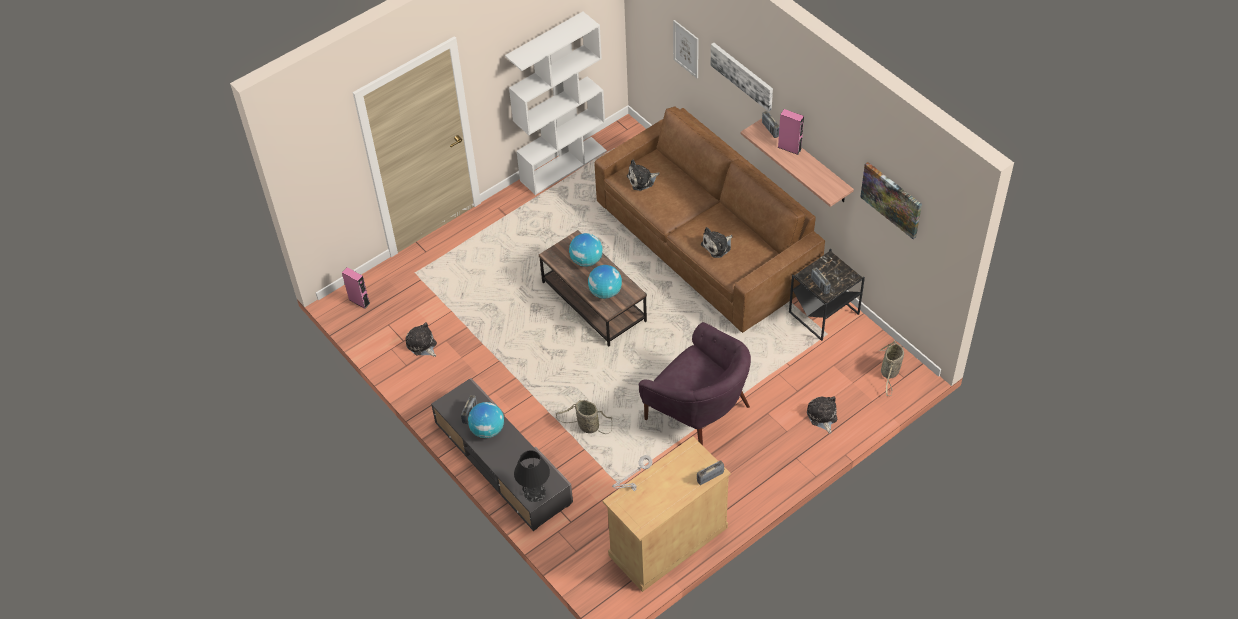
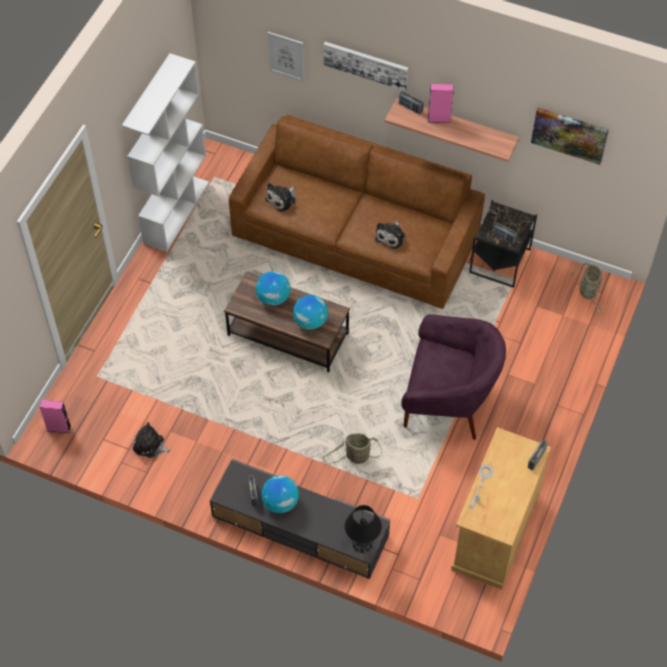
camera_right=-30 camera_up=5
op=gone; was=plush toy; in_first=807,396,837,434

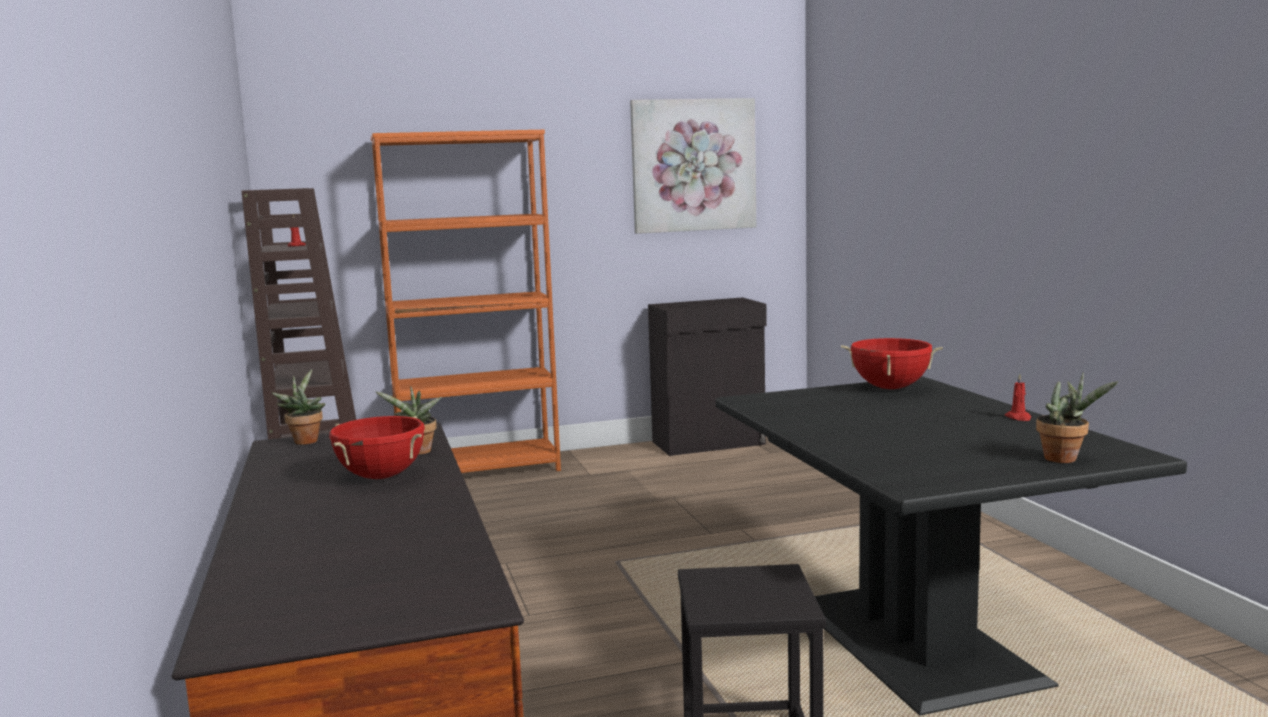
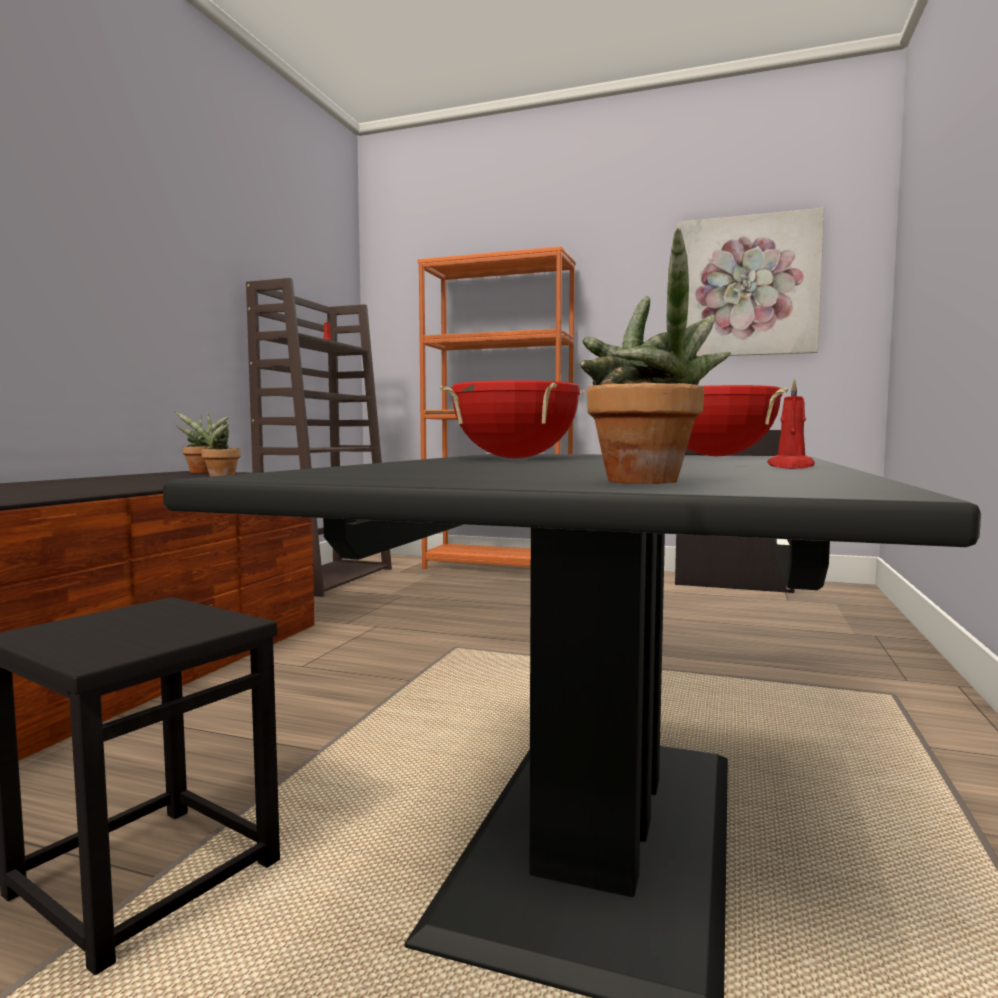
camera_right=35 camera_up=-5
op=shifted; was=cooking pot (red); in_first=329,416,425,479; in_second=440,380,584,458

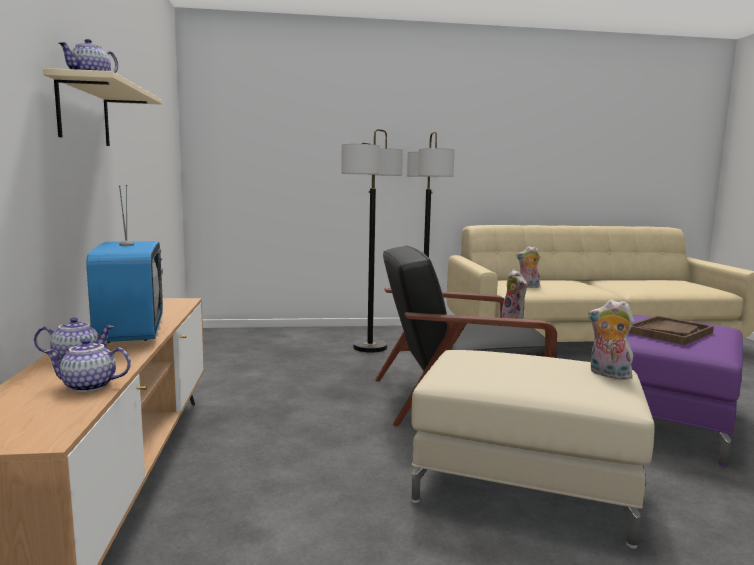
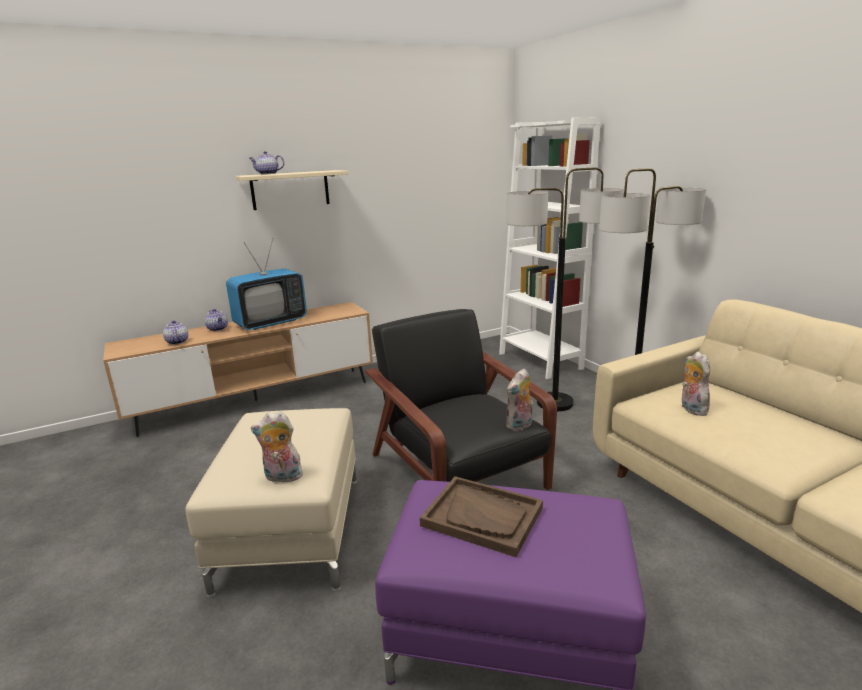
camera_right=70 camera_up=10
op=rotated; was=plush toy; in_first=588,299,634,380; in_second=251,411,303,482; clockwise=-105
op=new; now=bookcase (white); in_second=499,117,601,379

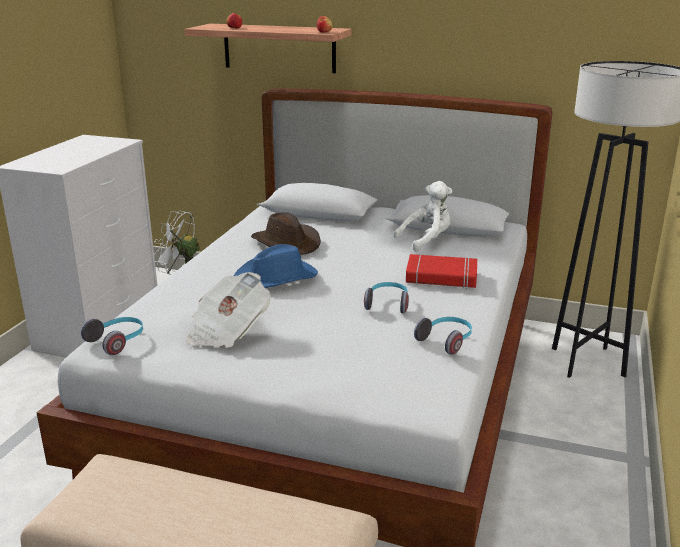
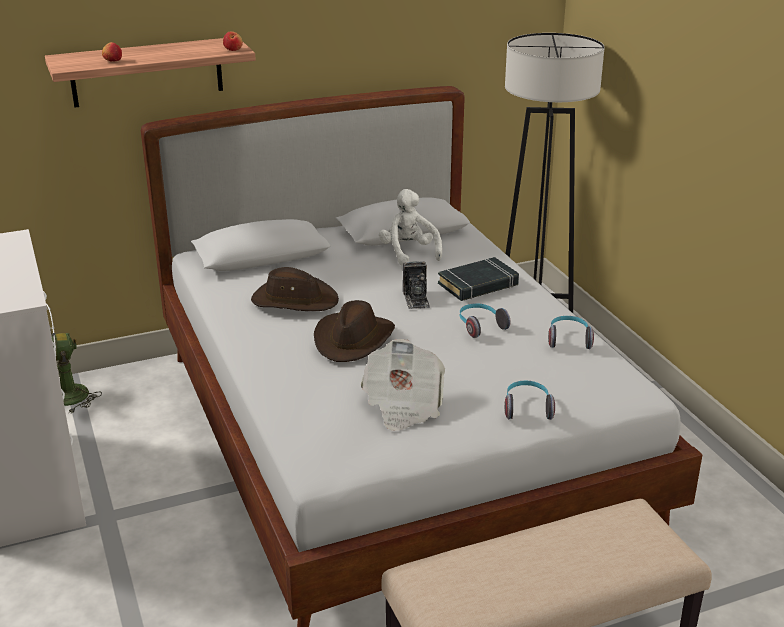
camera_right=-40 camera_up=5
op=shifted; was=headphones; in_first=81,317,143,355; in_second=504,381,555,420
op=repainted; was=hat (blue); now=hat (brown); in_first=234,244,318,288; in_second=314,300,395,362
op=rotated; was=plush toy (white); in_first=394,181,452,252; in_second=379,189,442,266; clockwise=-45
op=repainted; was=book (red); now=book (black); in_first=406,254,477,288; in_second=438,257,519,301
op=new; now=photo camera; in_second=403,261,430,309

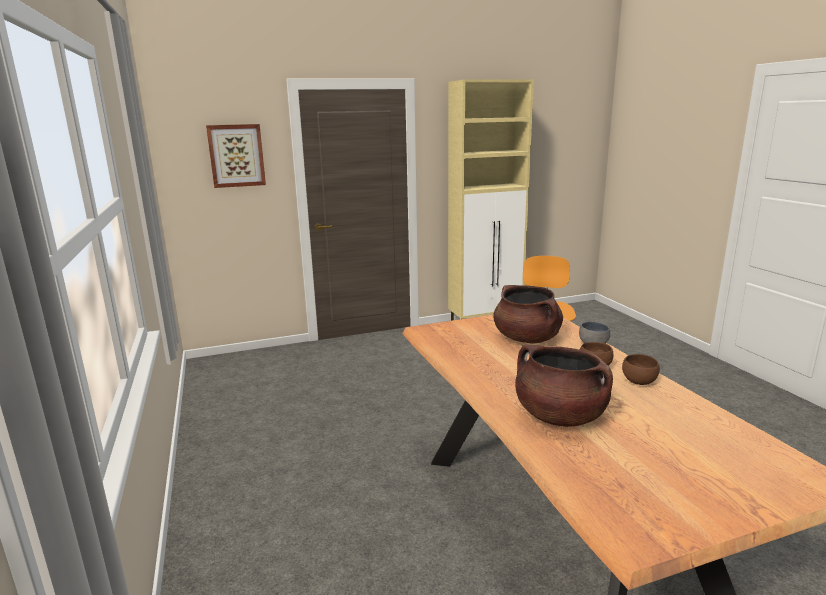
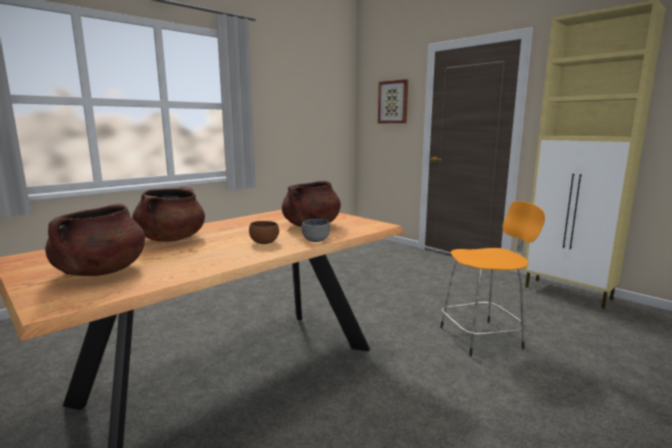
camera_right=65 camera_up=-5
op=gone; was=bowl (brown); in_first=622,354,660,385
op=new; now=cooking pot (brown); in_second=45,203,145,276

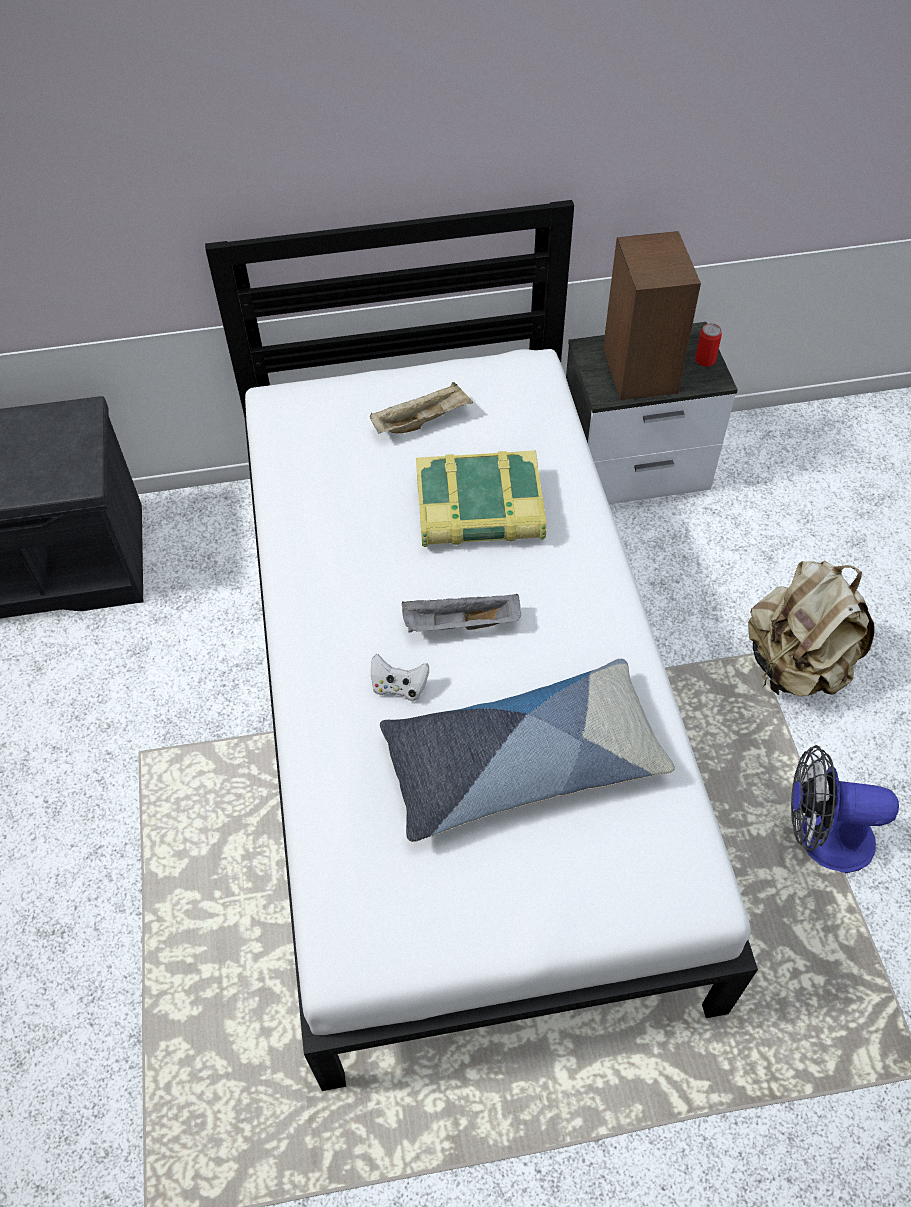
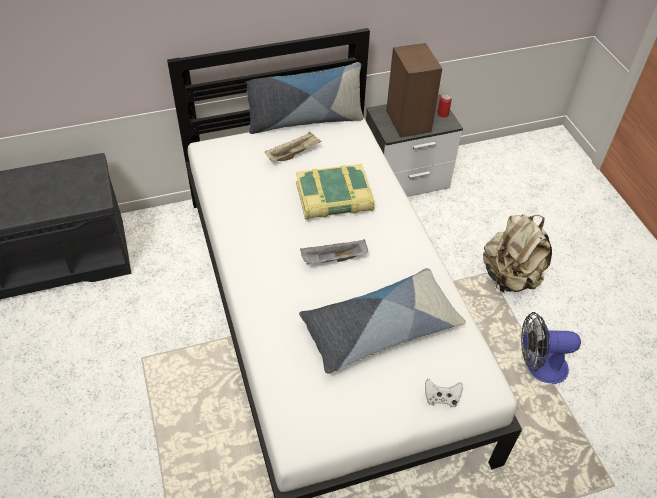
camera_right=-10 camera_up=-5
op=shifted; was=game controller (white); in_first=371,654,429,701; in_second=425,379,463,407
op=new; now=pillow; in_second=245,62,363,134

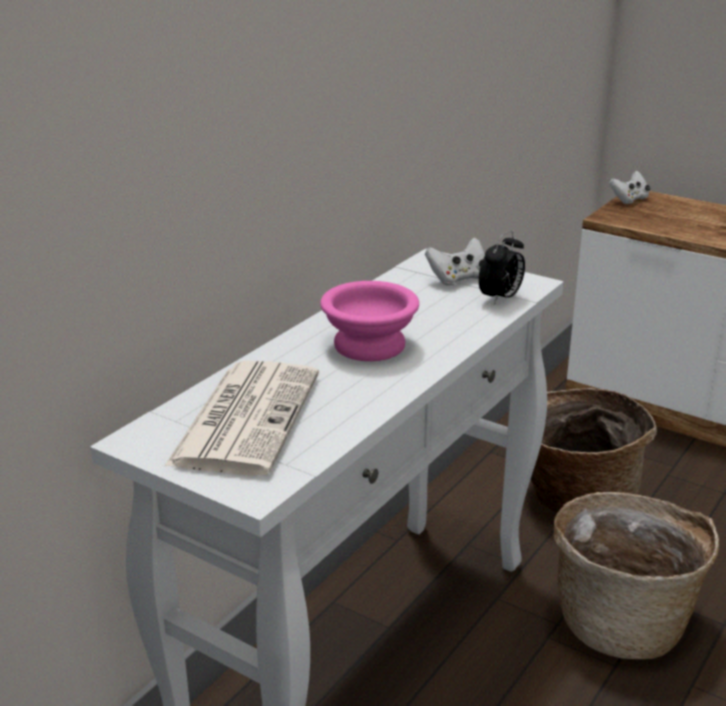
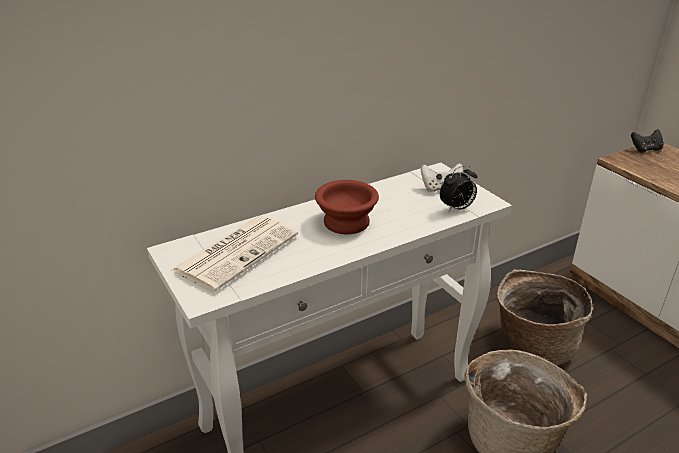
camera_right=25 camera_up=5
op=repainted; was=bowl (pink); now=bowl (brown); in_first=320,281,419,361; in_second=315,180,379,234
op=repainted; was=game controller (white); now=game controller (black); in_first=609,171,650,204; in_second=631,129,664,153

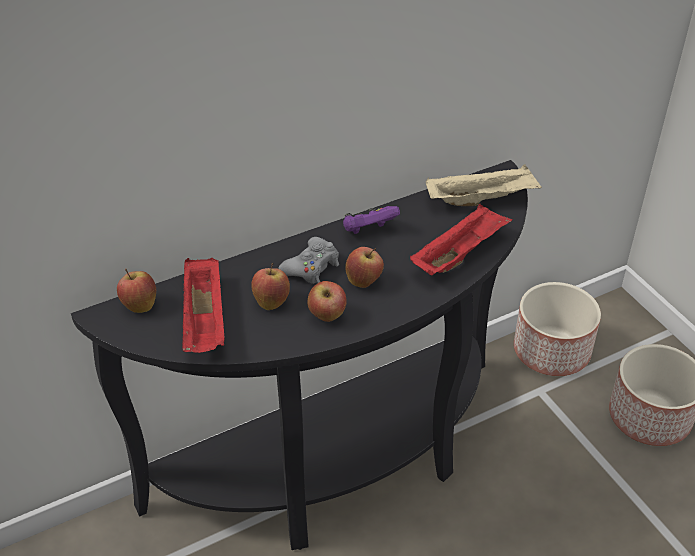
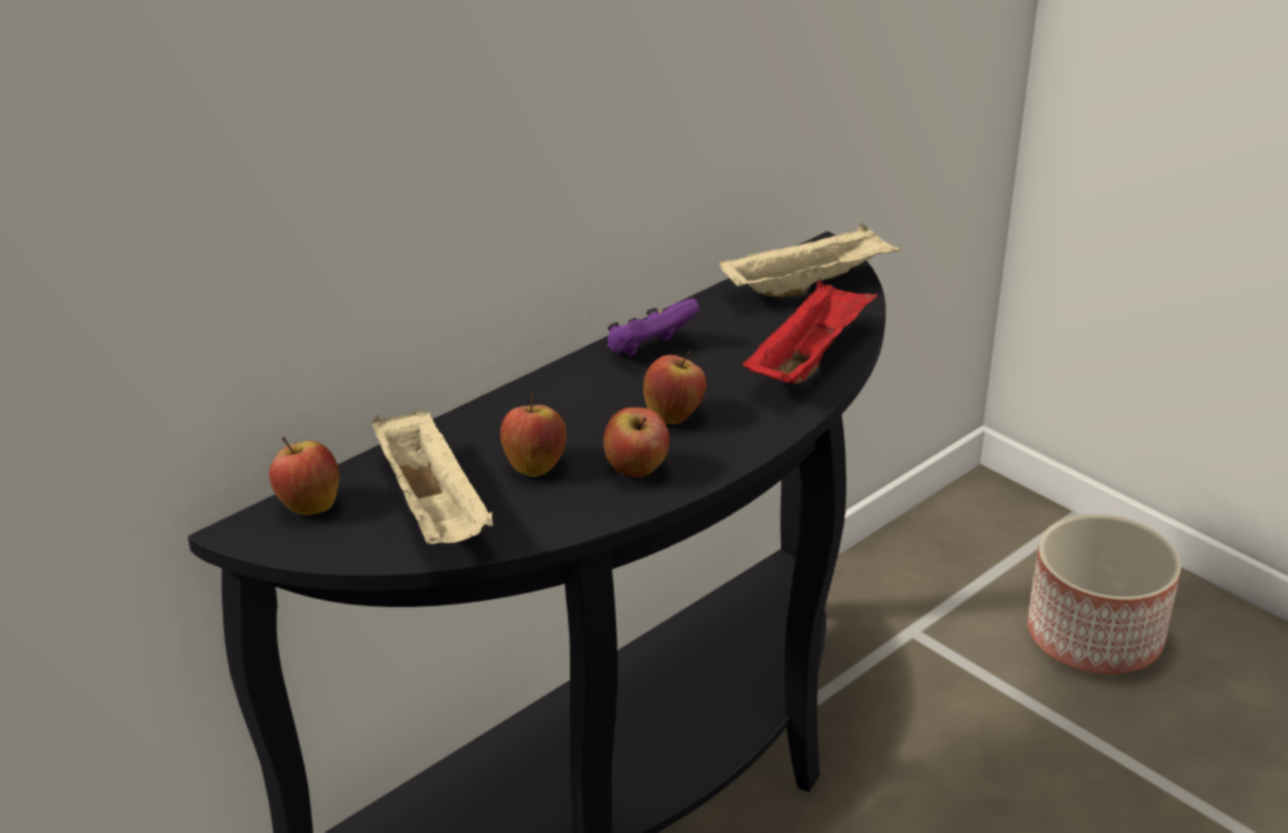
camera_right=-15 camera_up=-10
op=repainted; was=tray (red); now=tray (beige); in_first=182,258,225,353; in_second=372,410,493,544
op=gone; was=game controller (grey); in_first=278,237,339,284
op=gone; was=planter; in_first=514,282,601,376

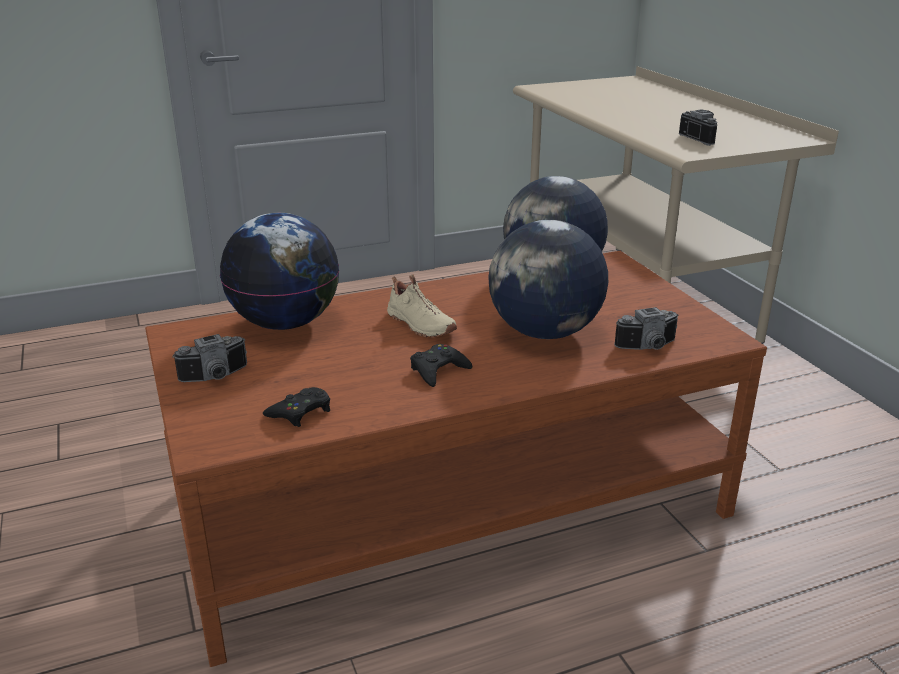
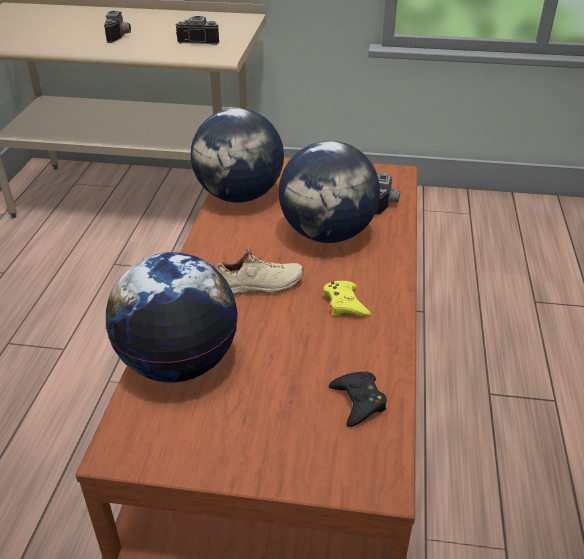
camera_right=-60 camera_up=10
op=shifted; was=photo camera; in_first=172,334,247,382; in_second=104,11,131,43
op=repainted; was=game controller (black); now=game controller (yellow); in_first=410,344,472,387; in_second=323,281,371,316

